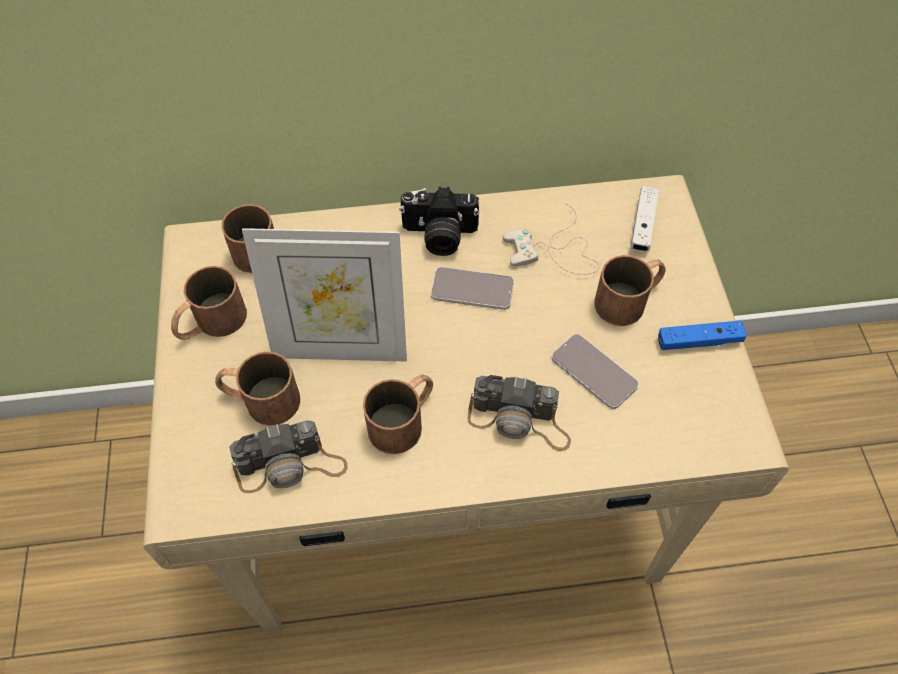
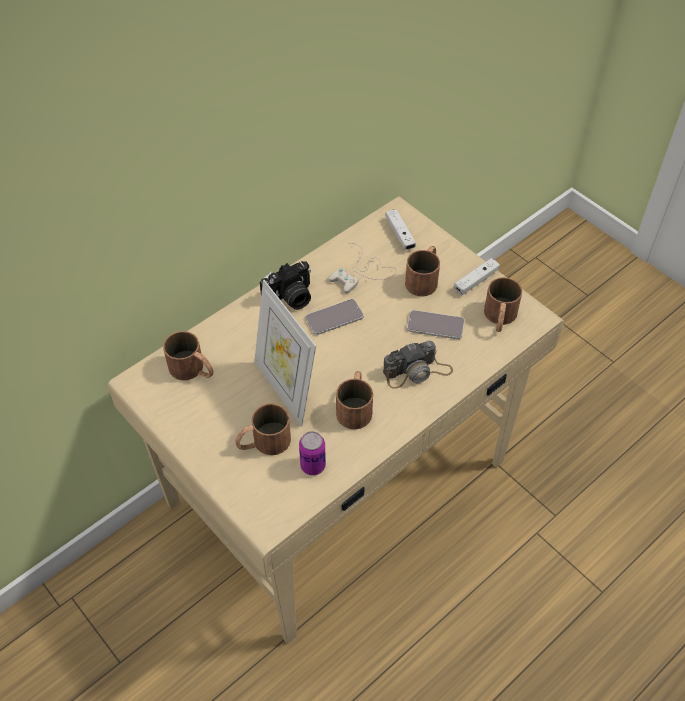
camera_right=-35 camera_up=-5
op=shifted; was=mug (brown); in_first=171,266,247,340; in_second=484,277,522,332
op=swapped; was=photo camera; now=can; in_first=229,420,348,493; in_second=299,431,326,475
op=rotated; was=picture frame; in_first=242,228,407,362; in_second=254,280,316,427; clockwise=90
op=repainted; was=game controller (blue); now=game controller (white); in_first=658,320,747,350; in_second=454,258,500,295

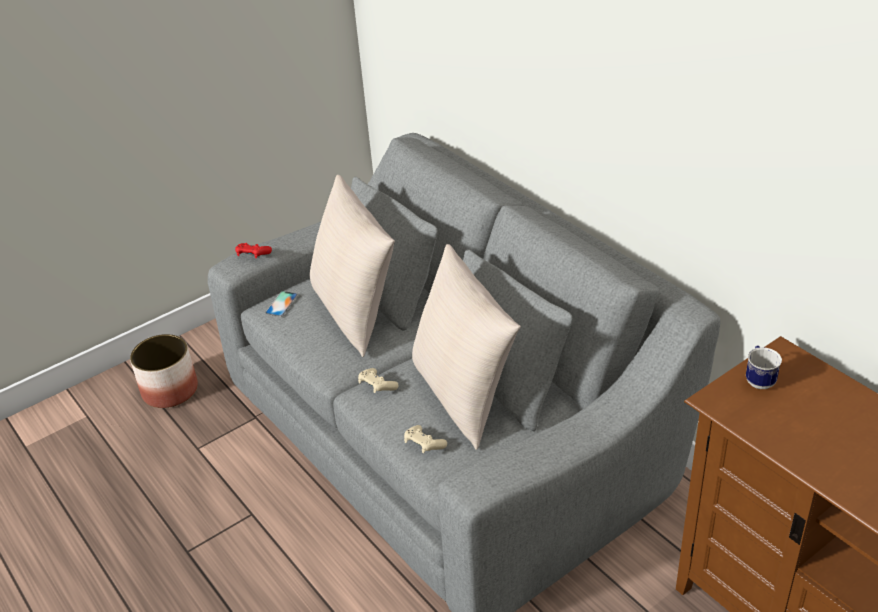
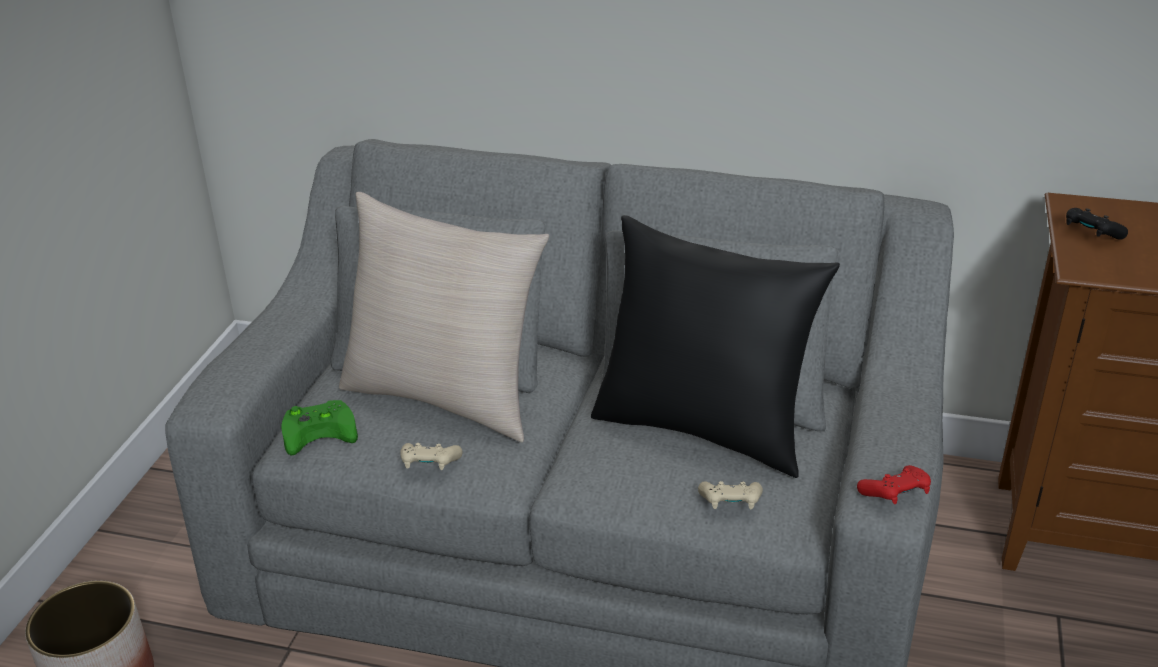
camera_right=-40 camera_up=-5
op=shifted; was=game controller (red); in_first=235,243,272,258; in_second=857,465,931,504
op=swapped; was=phone; now=game controller (green); in_first=265,291,298,317; in_second=281,400,358,456
op=shifted; was=game controller (beige); in_first=358,368,399,393; in_second=400,443,462,470
op=repainted; was=pillow (beige); now=pillow (black); in_first=412,244,521,450; in_second=591,215,840,478
op=swapped; was=mug; now=game controller (black); in_first=746,346,782,389; in_second=1066,208,1128,240

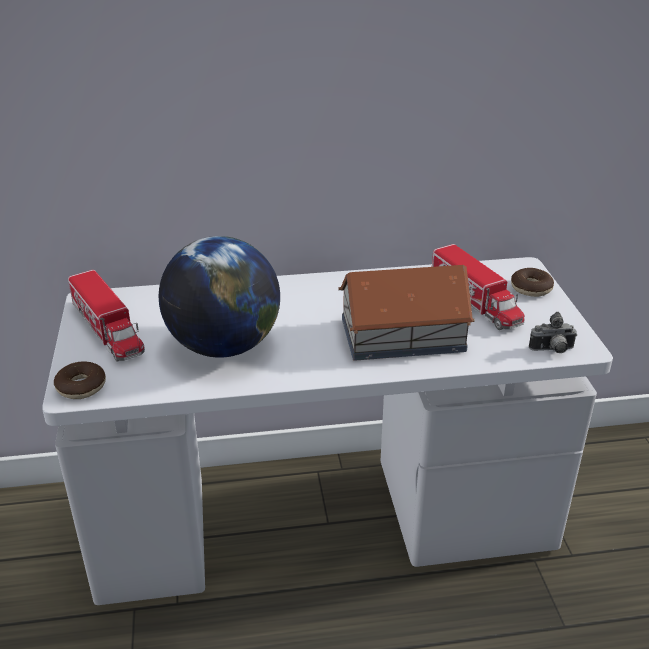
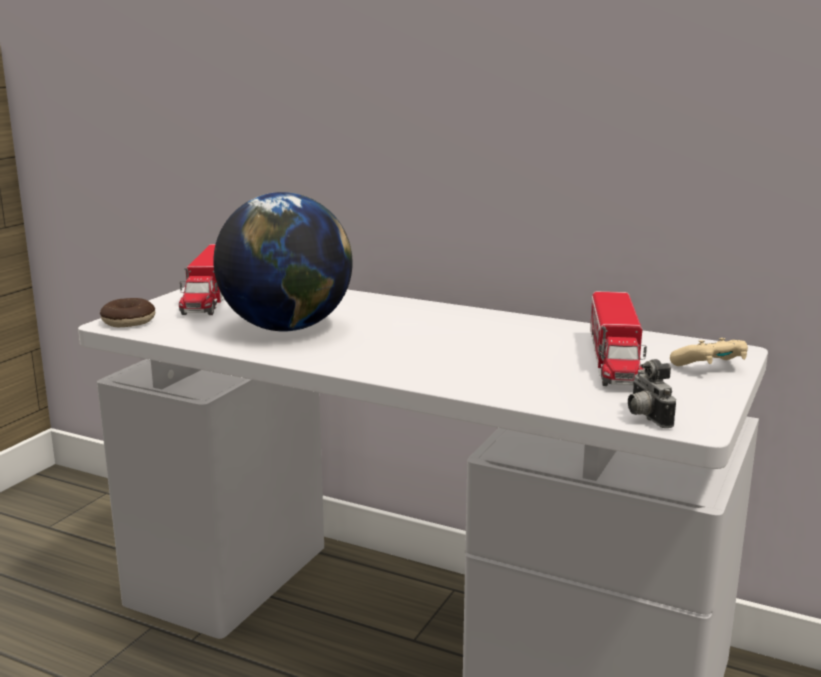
camera_right=35 camera_up=-15
op=gone; was=toy house; in_first=338,265,474,361
op=swapped; was=donut; now=game controller (beige); in_first=511,268,554,297; in_second=670,338,748,366
op=rotated; was=photo camera; in_first=529,312,577,353; in_second=628,359,676,428; clockwise=45

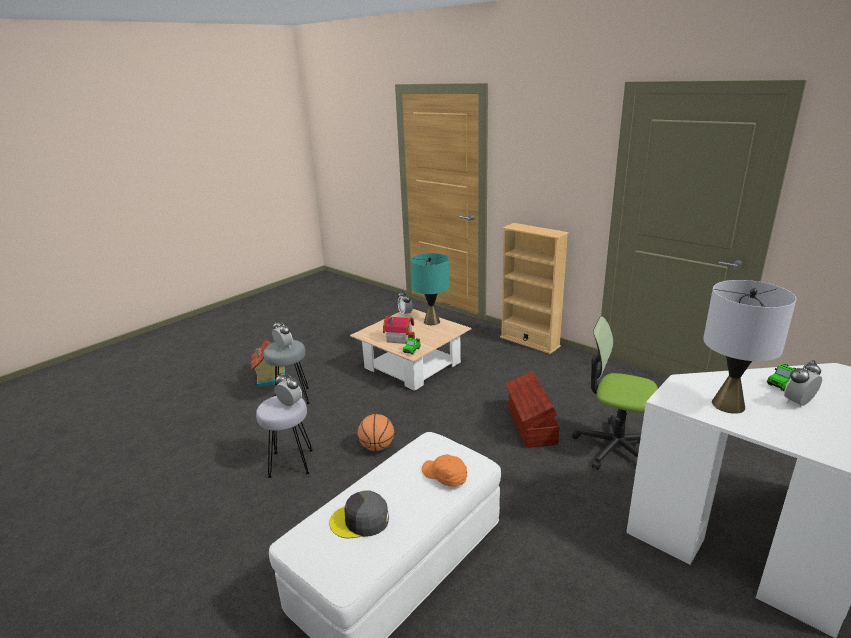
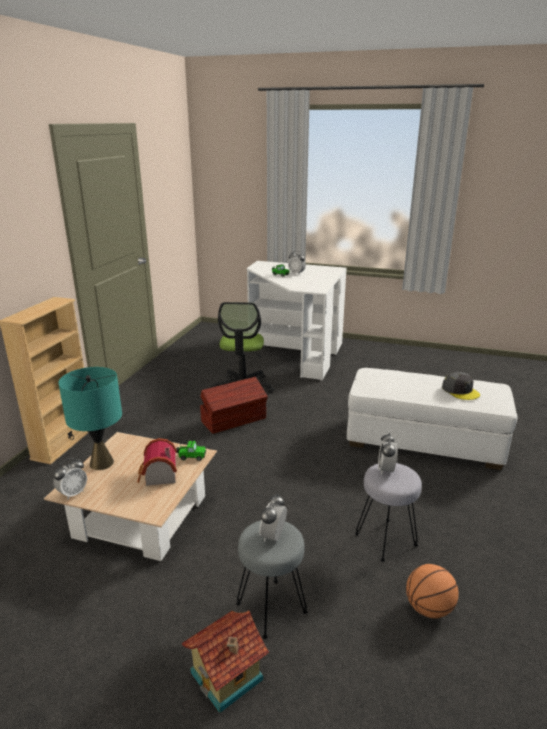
camera_right=-115 camera_up=0
op=shifted; was=basketball; in_first=358,414,394,451; in_second=406,564,459,619
op=gone; was=cap (orange); in_first=422,454,467,486
op=gone; was=table lamp (grey); in_first=703,280,796,414

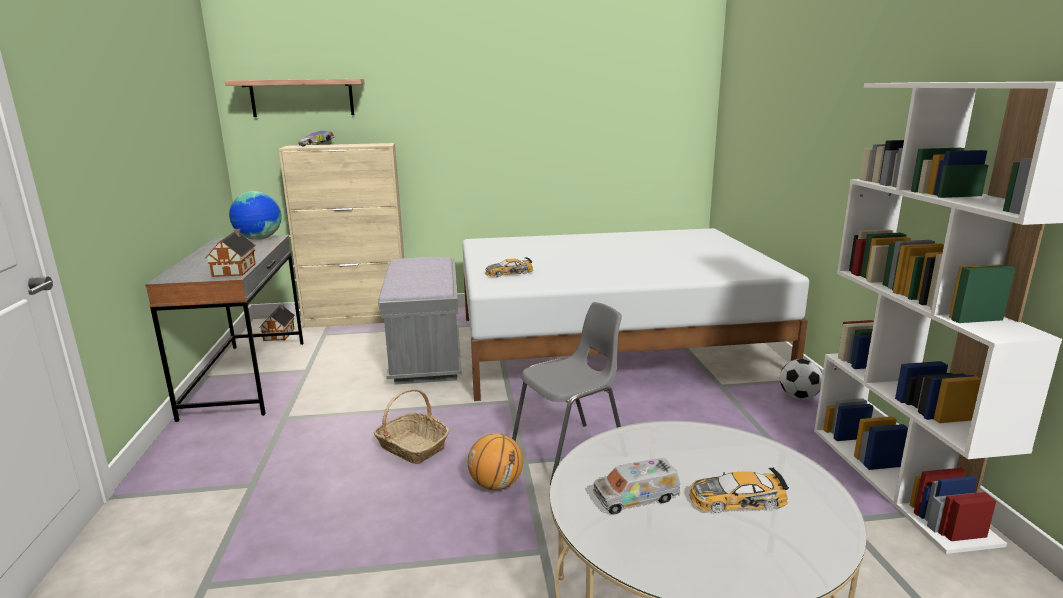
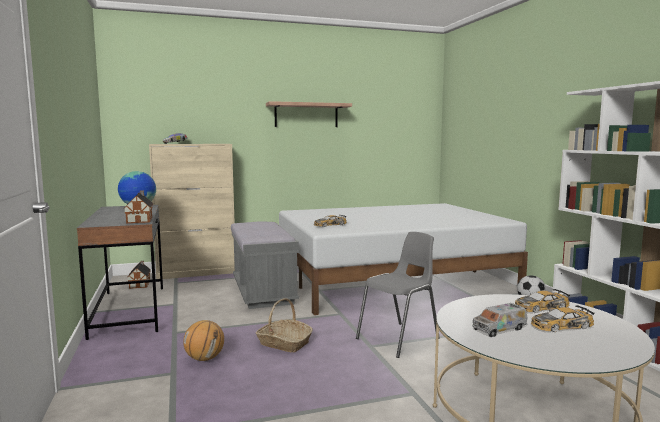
camera_right=-10 camera_up=-10
op=shifted; was=shelf; in_first=225,79,365,117; in_second=266,101,352,127
op=shifted; was=basketball; in_first=468,433,523,490; in_second=183,320,224,361
op=new; now=toy car; in_second=515,289,570,313

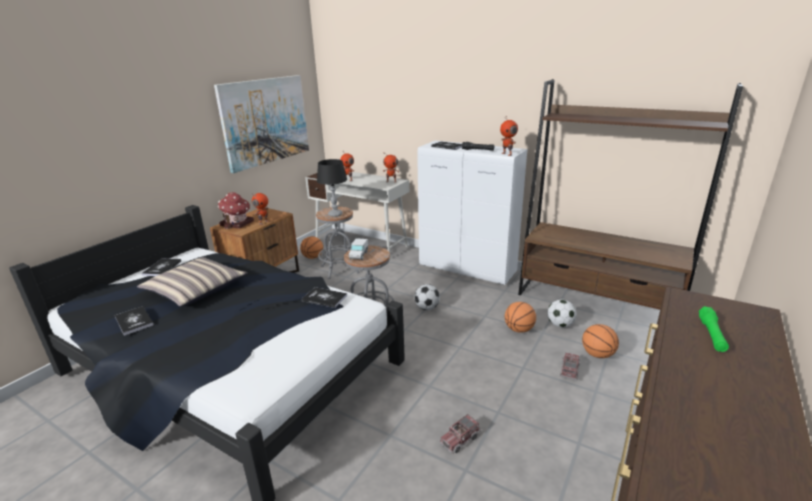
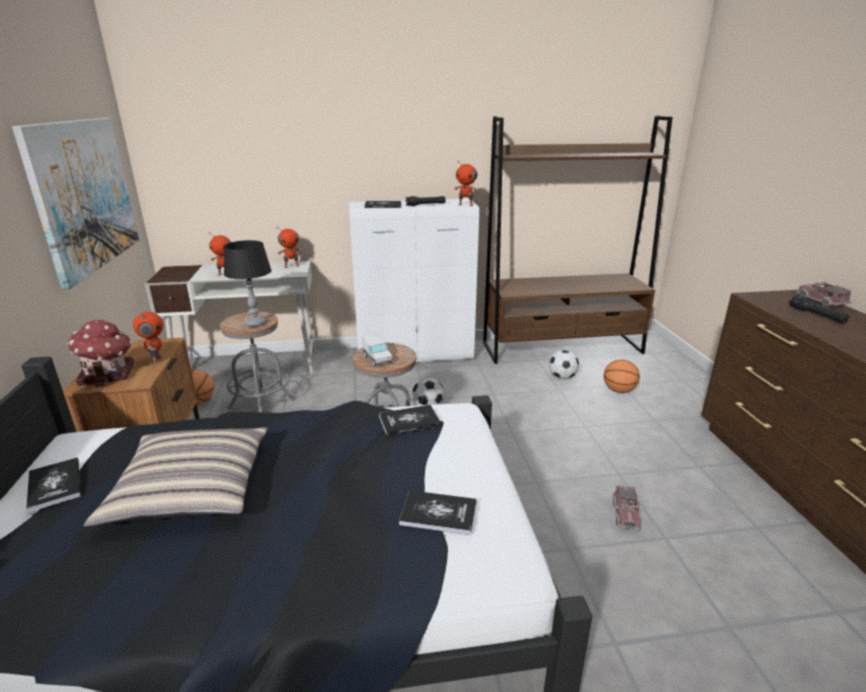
camera_right=-40 camera_up=0
op=shifted; was=book; in_first=115,306,154,336; in_second=399,490,477,535
op=gone; was=basketball; in_first=505,302,536,333
op=shifted; was=toy truck; in_first=560,353,581,380; in_second=796,281,851,307
op=repainted; was=flashlight (green); now=flashlight (black); in_first=699,306,729,352; in_second=789,296,849,324

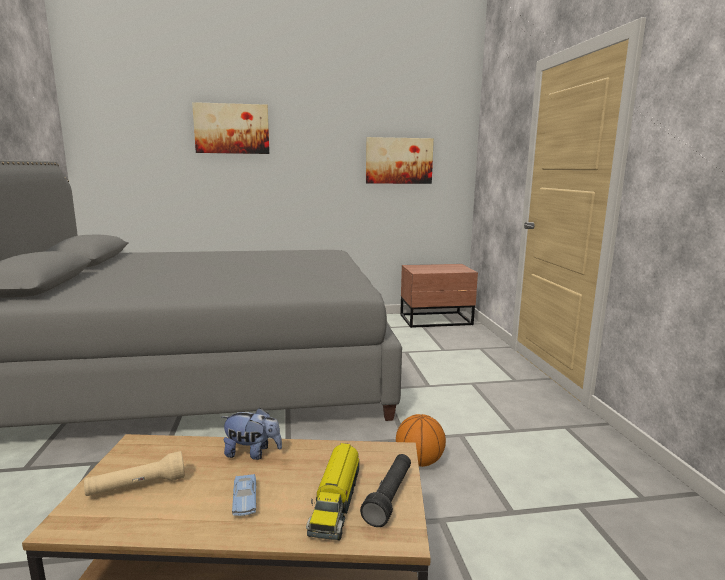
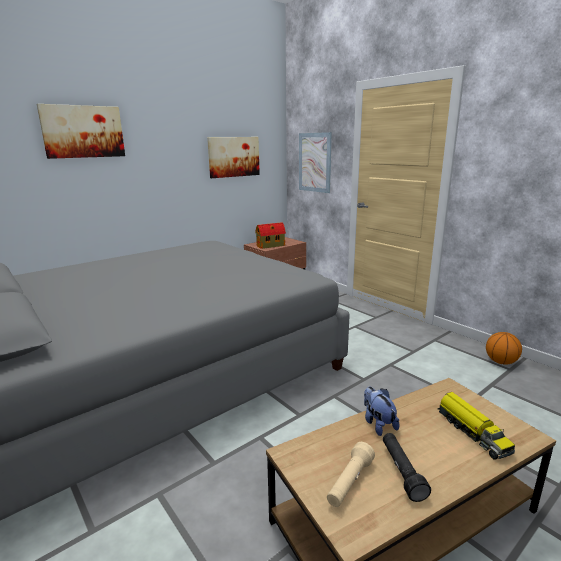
camera_right=-30 camera_up=5
op=rotated; was=plush toy; in_first=222,408,282,460; in_second=364,387,399,436; clockwise=-90
op=gone; was=toy car (blue); in_first=232,474,256,516
op=shifted; was=flashlight (black); in_first=360,454,411,527; in_second=383,433,431,502
op=shifted; was=basketball; in_first=396,414,446,467; in_second=486,332,522,365
op=new; now=toy house; in_second=255,222,286,249
op=new; now=picture; in_second=299,132,332,193

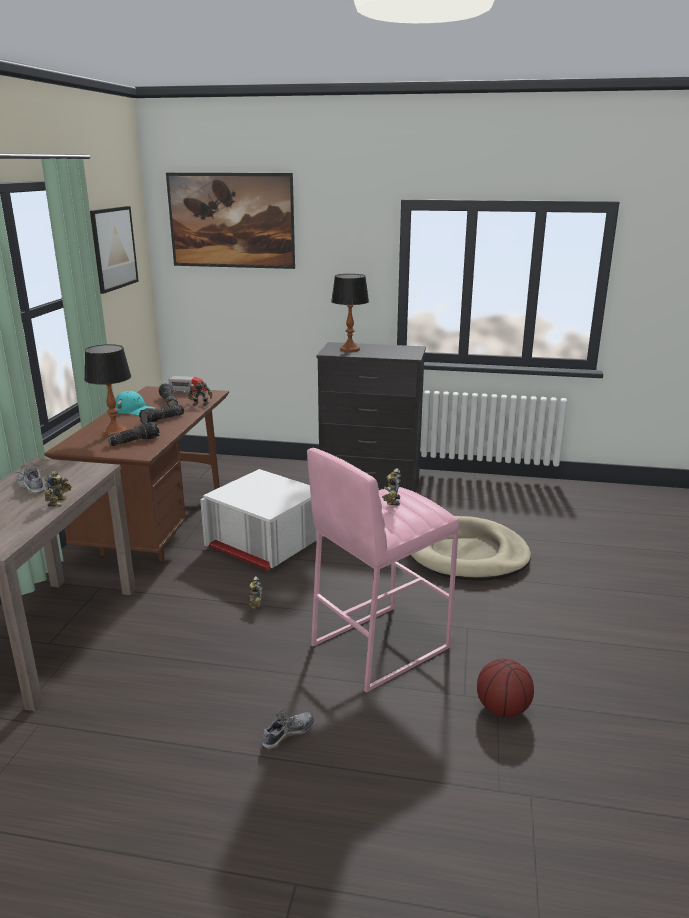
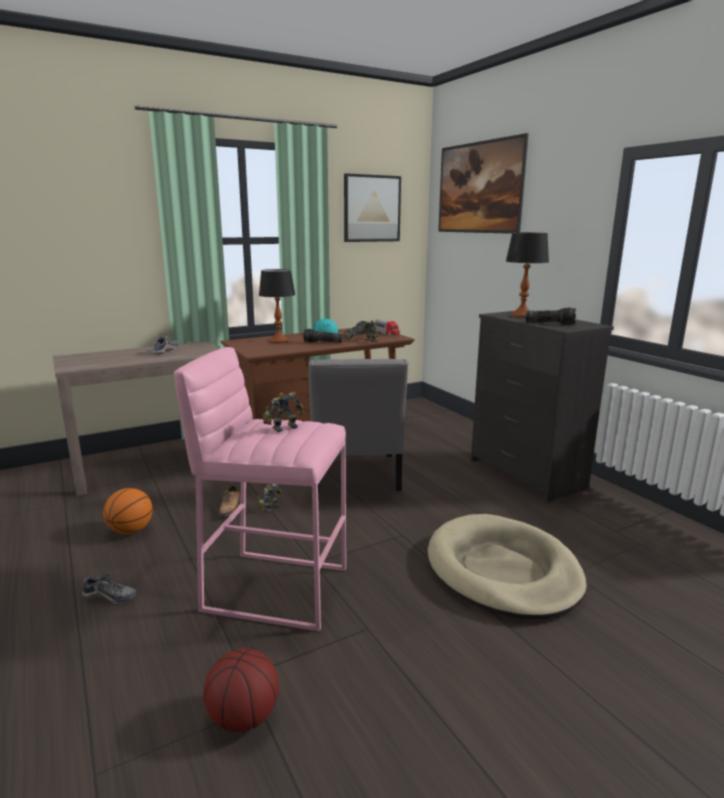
camera_right=50 camera_up=-5
op=gone; was=toy robot; in_first=44,471,72,507
op=shifted; was=flashlight; in_first=108,421,159,446; in_second=526,307,576,324
op=swapped; was=storage box (white); now=chair (grey); in_first=200,469,323,570; in_second=308,359,409,493
op=new; now=basketball; in_second=103,488,153,534
op=new; now=shoe; in_second=219,485,240,517

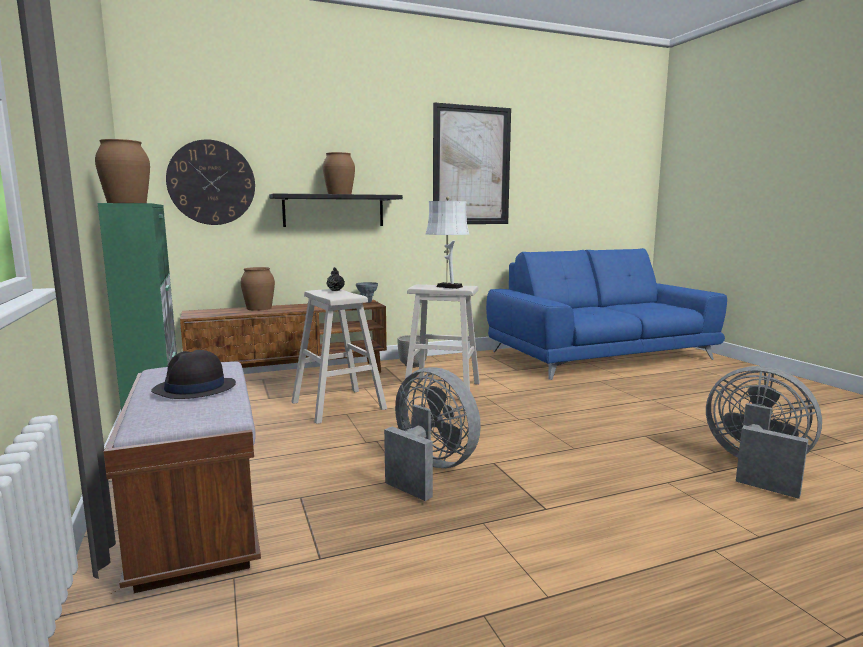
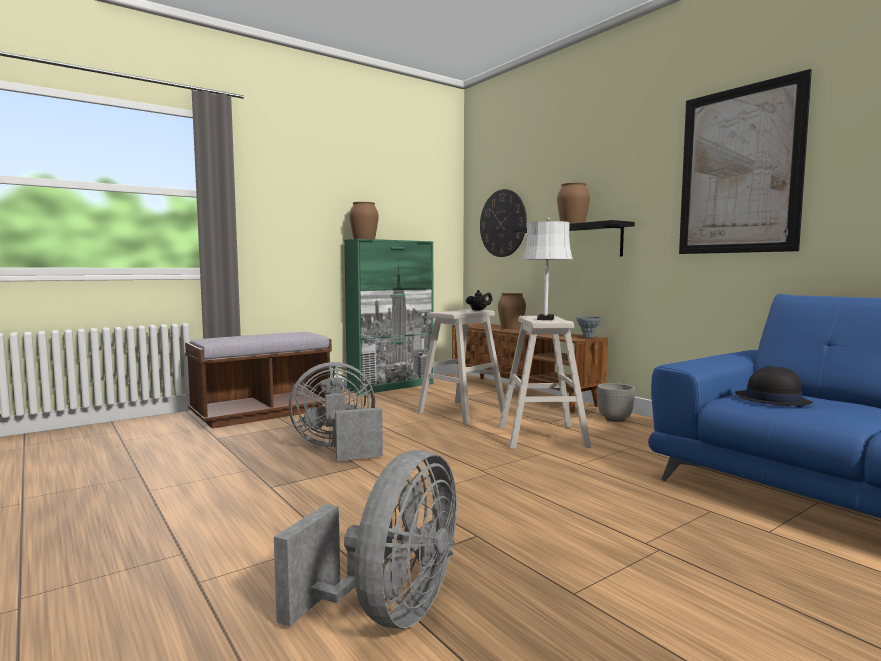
camera_right=75 camera_up=-5
op=shifted; was=hat (black); in_first=151,350,236,399; in_second=735,366,813,406
op=rotated; was=fan (grey); in_first=384,367,481,501; in_second=289,362,383,461; clockwise=-135

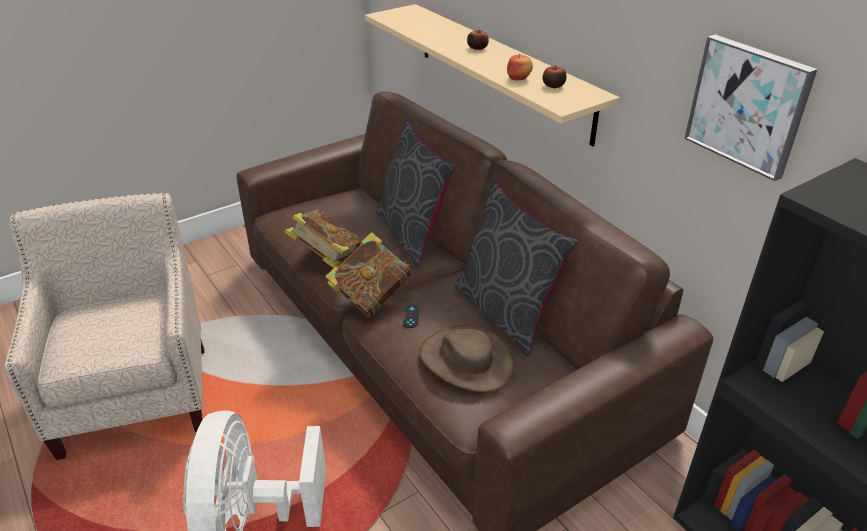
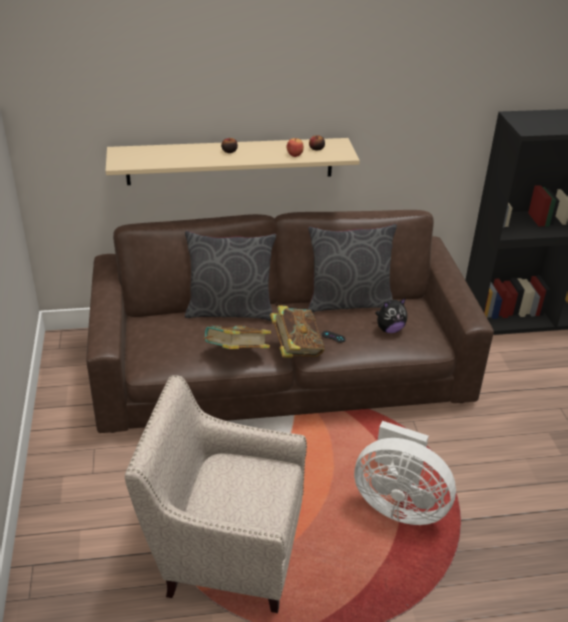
camera_right=-65 camera_up=0
op=swapped; was=hat (brown); now=plush toy; in_first=419,325,514,392; in_second=375,298,407,333
op=gone; was=picture; in_first=684,35,818,181

